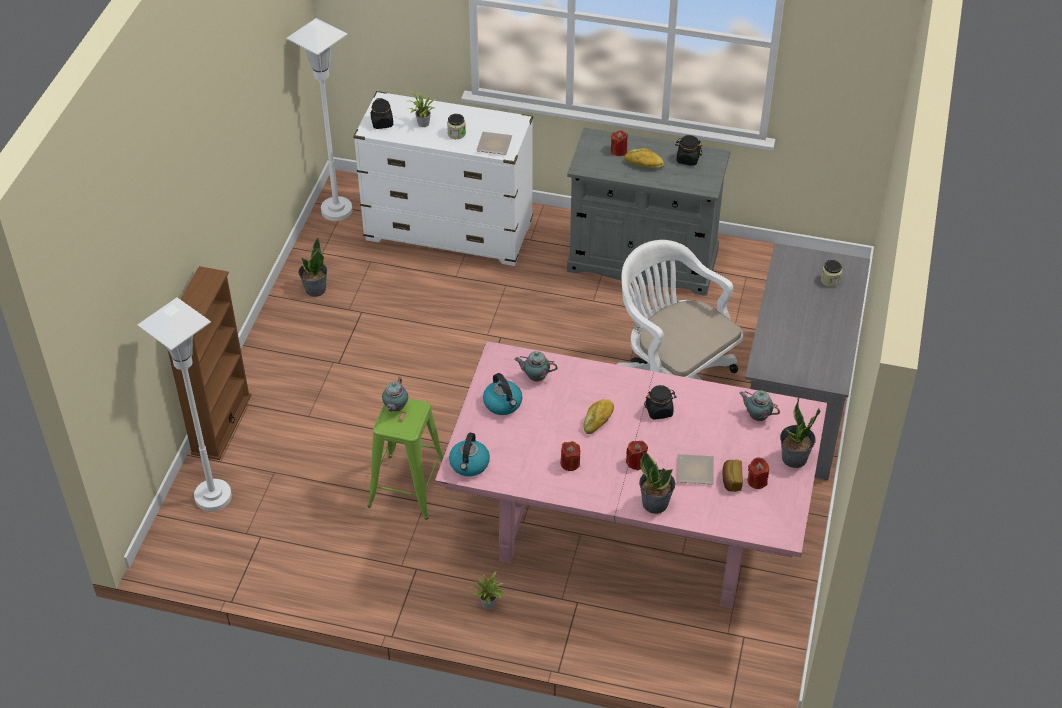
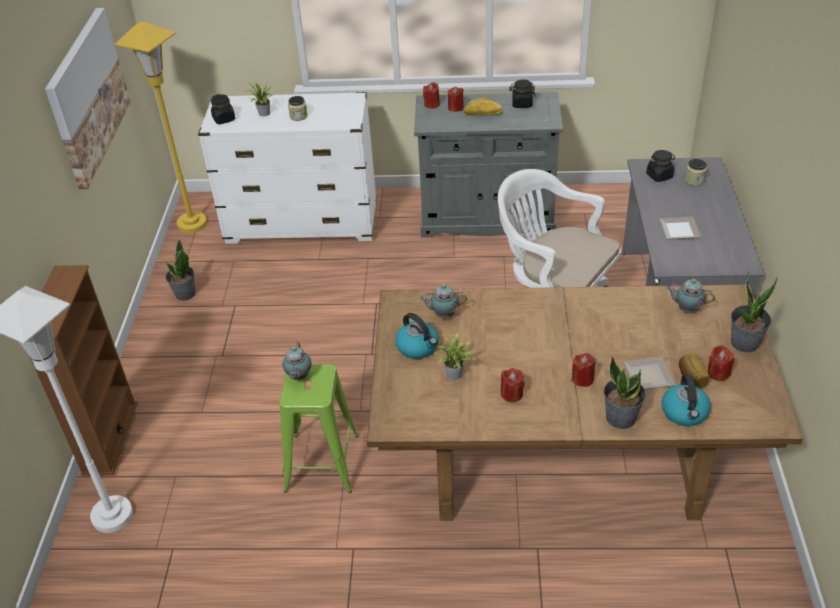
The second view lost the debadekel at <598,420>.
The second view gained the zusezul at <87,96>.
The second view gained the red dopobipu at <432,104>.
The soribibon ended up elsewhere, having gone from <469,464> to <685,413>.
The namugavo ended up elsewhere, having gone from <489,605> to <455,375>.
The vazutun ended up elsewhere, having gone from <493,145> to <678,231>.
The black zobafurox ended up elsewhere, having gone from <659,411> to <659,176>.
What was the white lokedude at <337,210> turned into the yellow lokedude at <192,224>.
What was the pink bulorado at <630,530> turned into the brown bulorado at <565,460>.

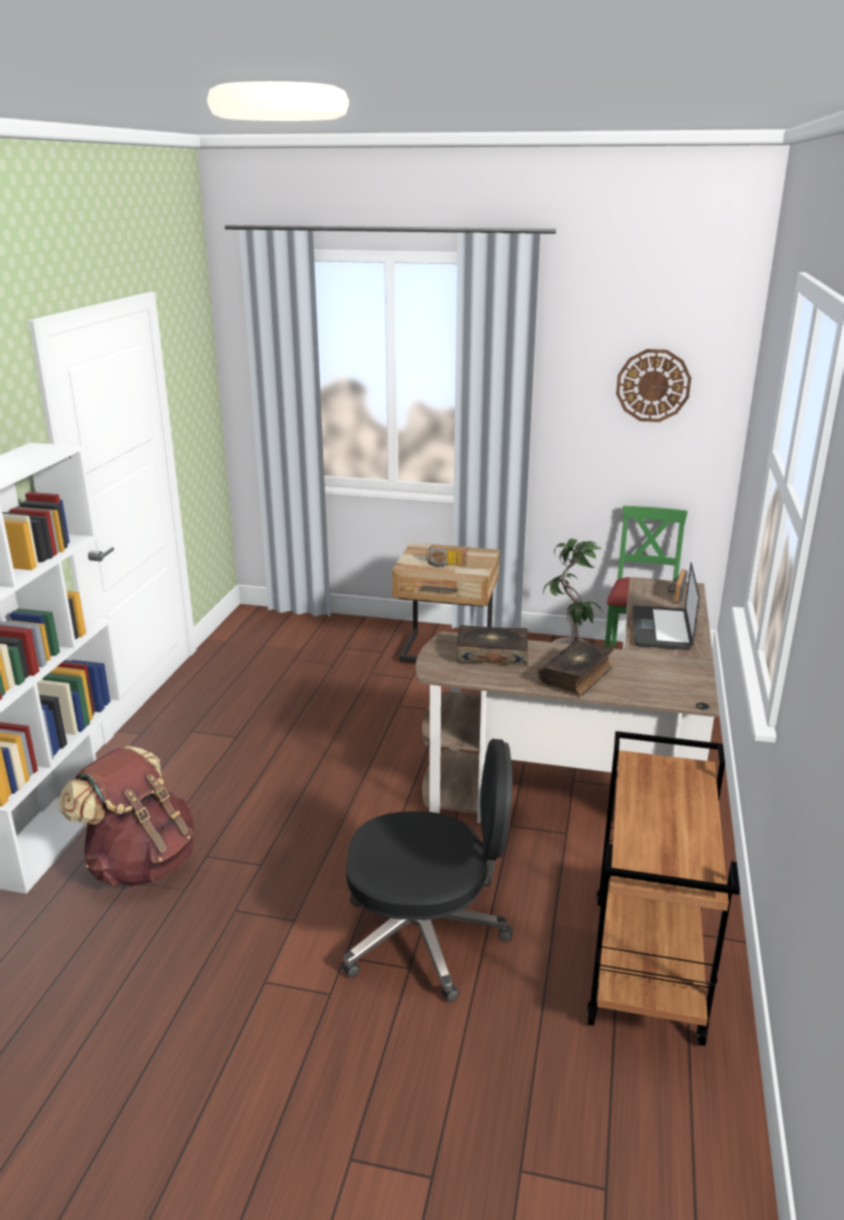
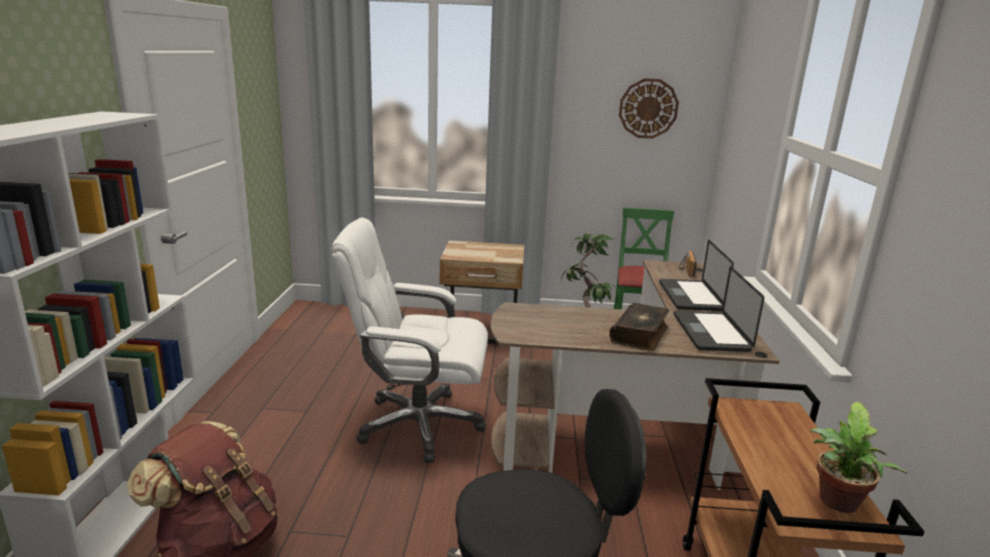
The second view lost the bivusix at <445,565>.
The second view lost the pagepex at <492,654>.
The second view gained the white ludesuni at <418,425>.
The second view gained the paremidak at <710,332>.
The second view gained the namugavo at <837,504>.

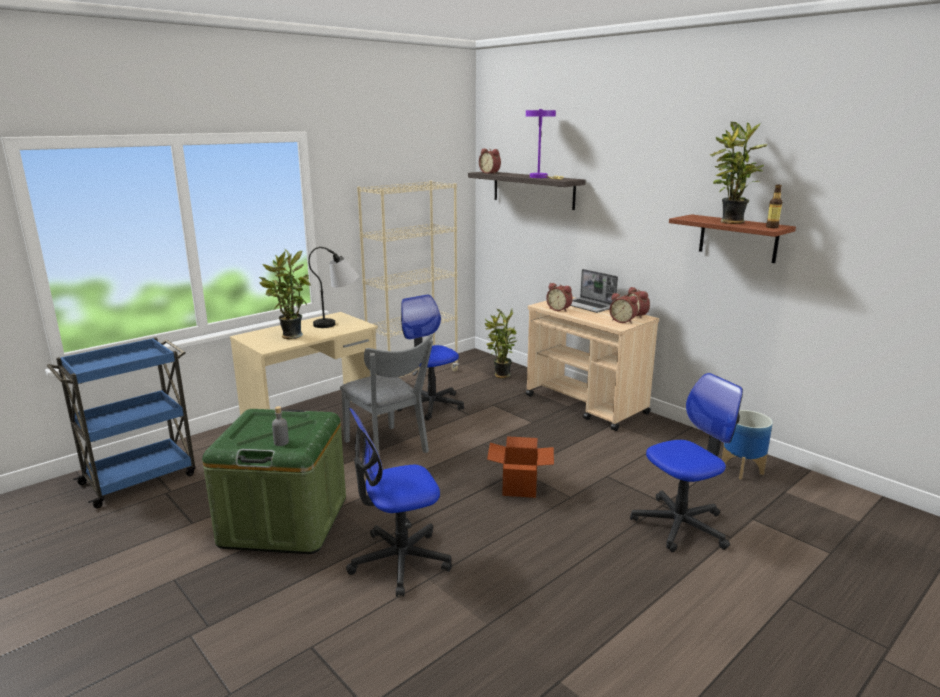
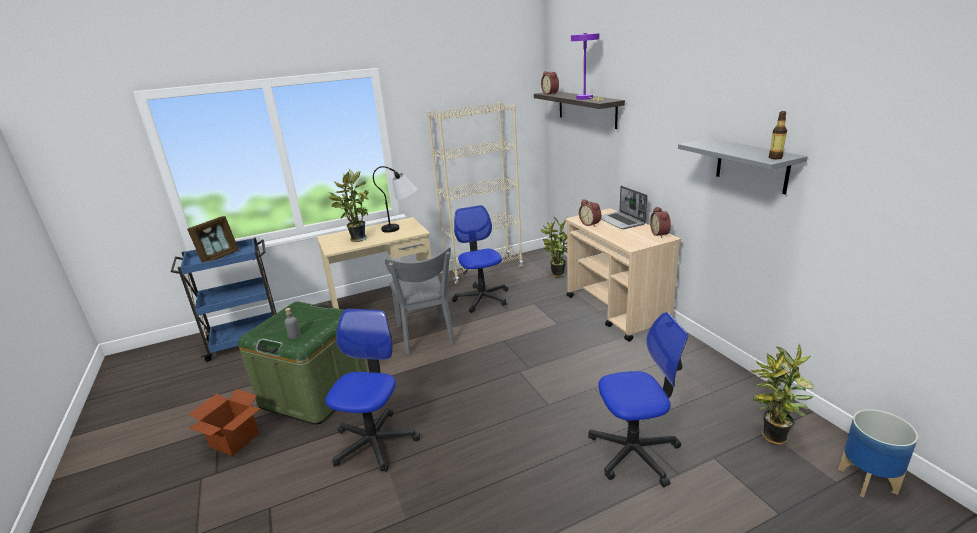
The second view lost the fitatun at <623,321>.
The second view gained the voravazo at <219,257>.
The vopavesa ended up elsewhere, having gone from <519,487> to <234,440>.
The namugavo ended up elsewhere, having gone from <730,222> to <772,438>.
The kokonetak ended up elsewhere, having gone from <741,470> to <866,481>.
What was the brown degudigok at <738,238> turned into the grey degudigok at <751,165>.
The ludesuni at <399,561> ended up facing another way, 105 degrees clockwise from before.

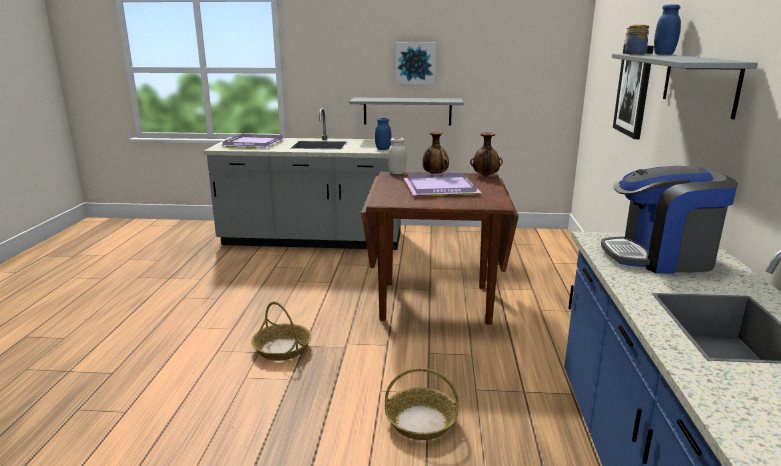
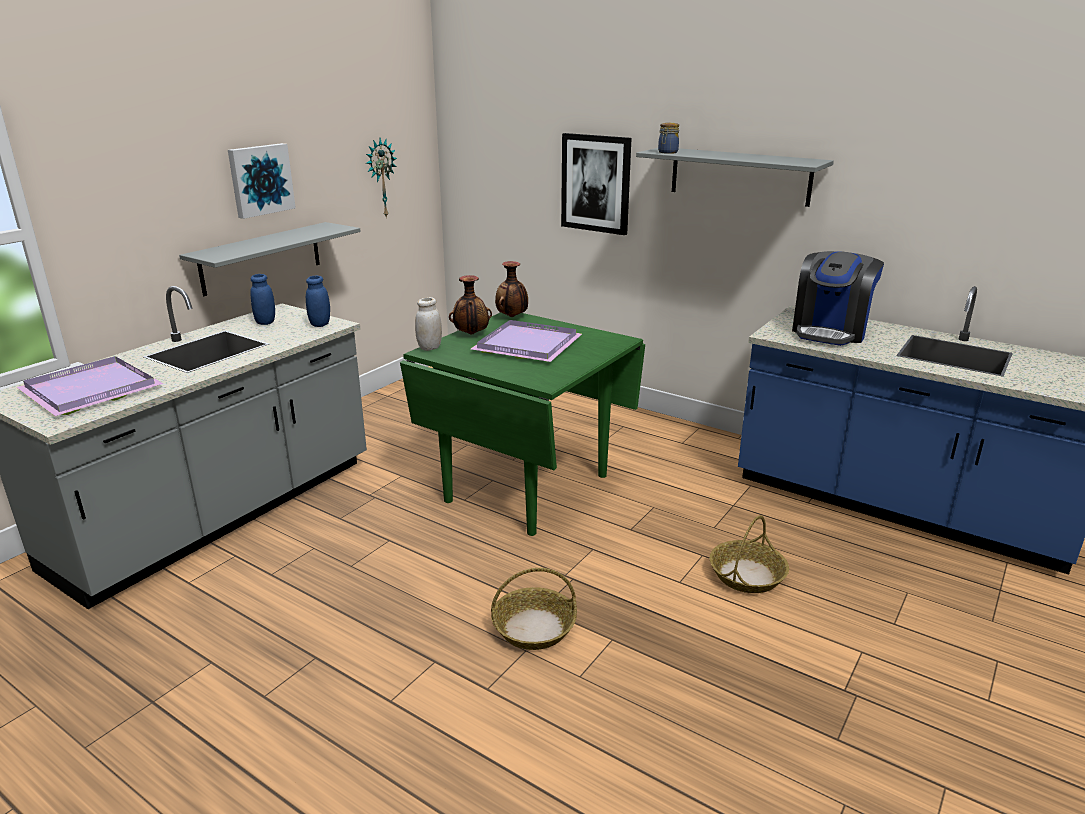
The second view gained the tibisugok at <380,178>.
The blue zobafurox ended up elsewhere, having gone from <664,54> to <265,322>.
What was the brown bulorado at <435,301> turned into the green bulorado at <526,487>.

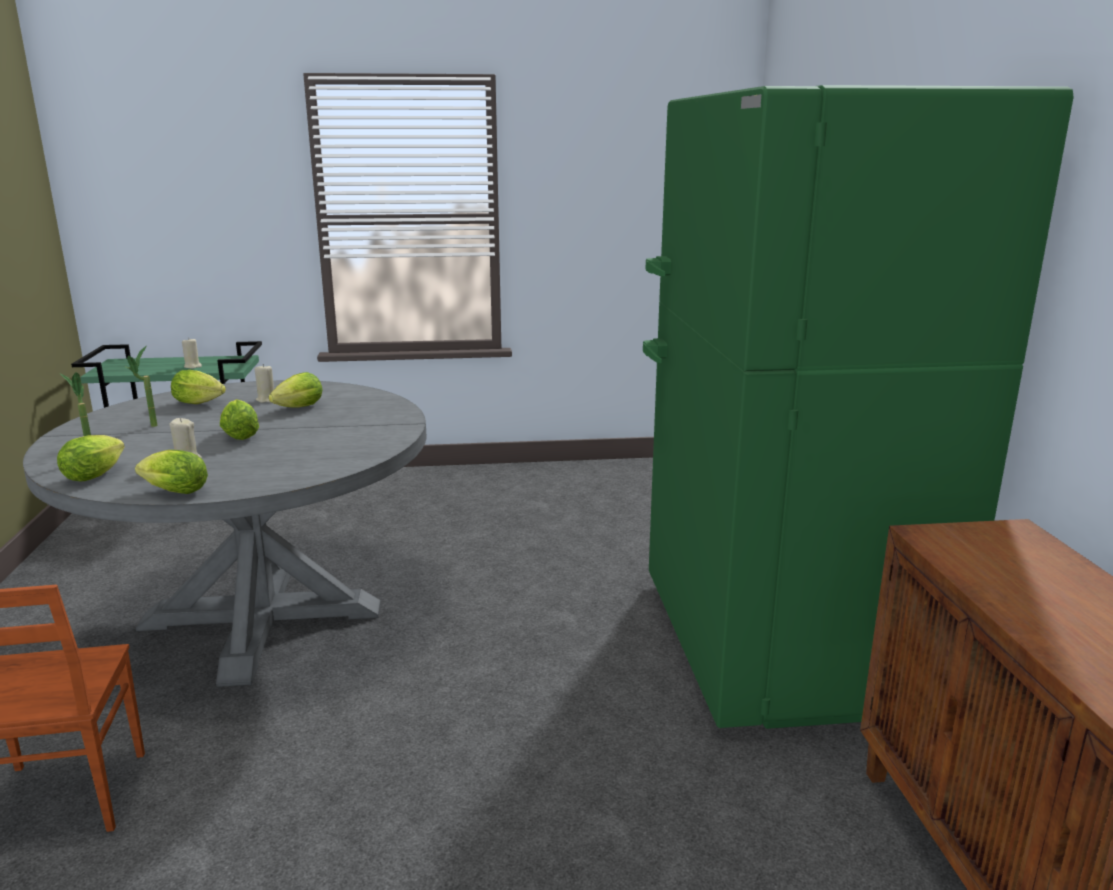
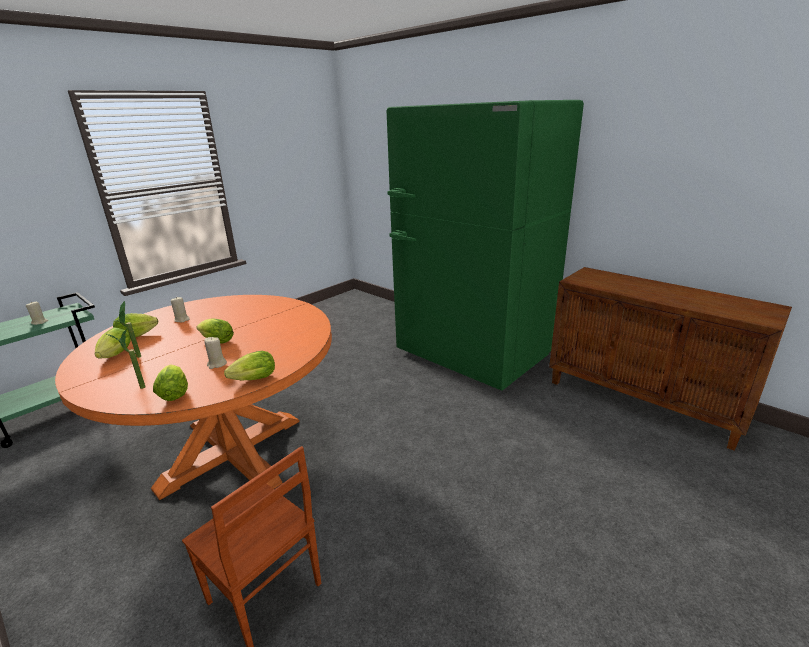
The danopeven ended up elsewhere, having gone from <296,408> to <114,356>.
What was the grey bulorado at <262,616> turned into the orange bulorado at <232,452>.

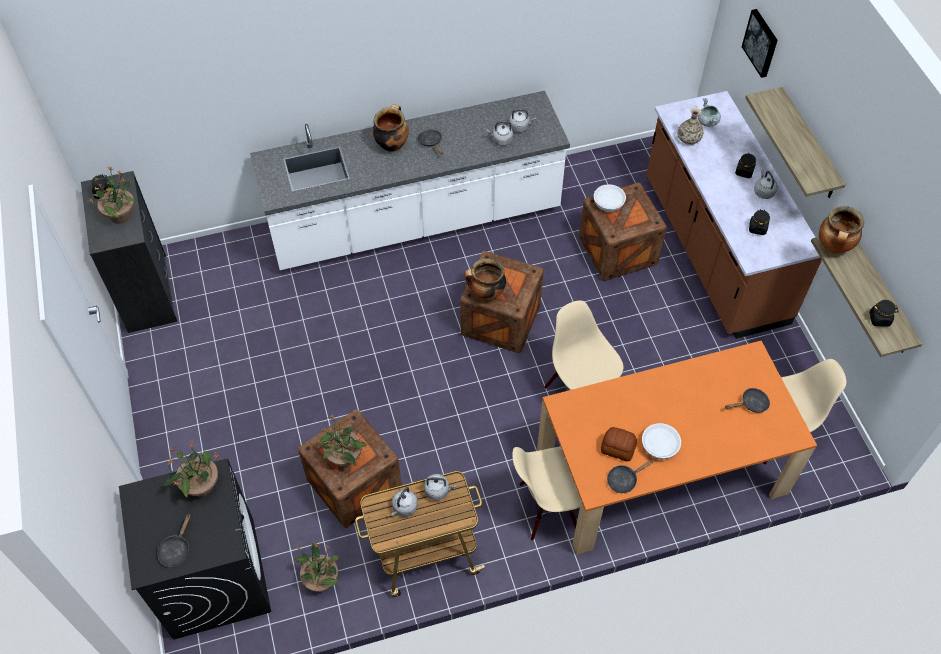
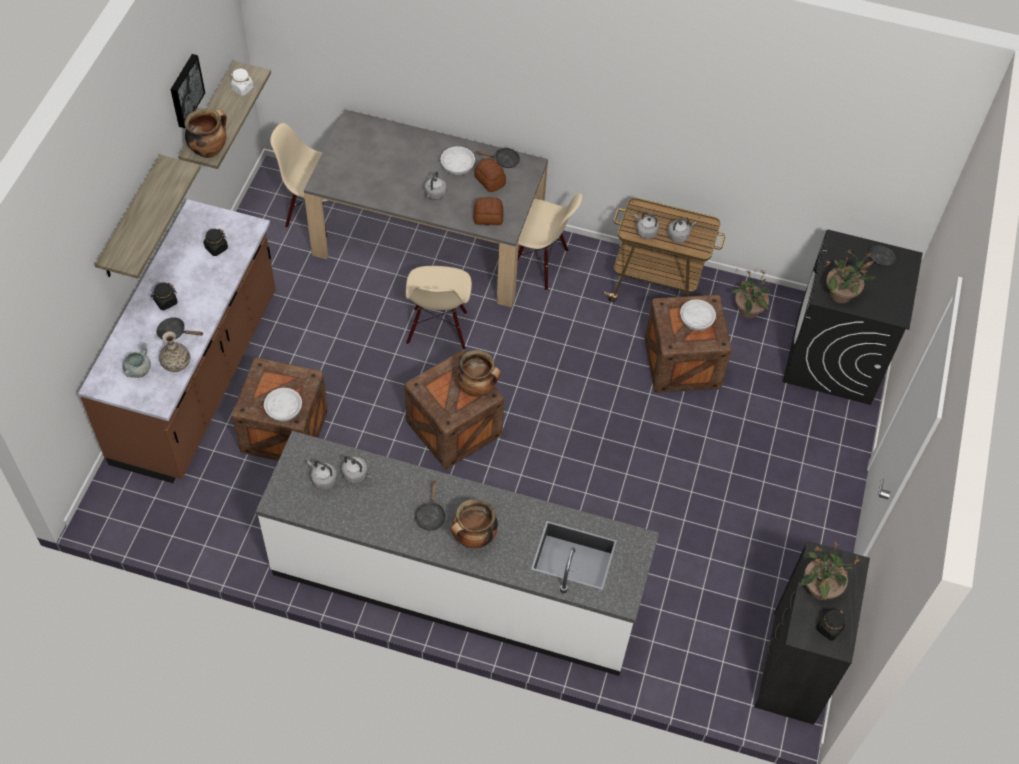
The second view gained the debadekel at <488,218>.
The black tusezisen ended up elsewhere, having gone from <751,404> to <175,333>.
The zusezul ended up elsewhere, having gone from <761,43> to <185,90>.
The grey soribibon ended up elsewhere, having gone from <763,191> to <434,194>.
Where the namugavo stood at <344,457>, the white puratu came to stand at <696,320>.
What was the orange bulorado at <660,470> turned into the grey bulorado at <428,240>.
What was the black zobafurox at <879,319> turned into the white zobafurox at <242,89>.

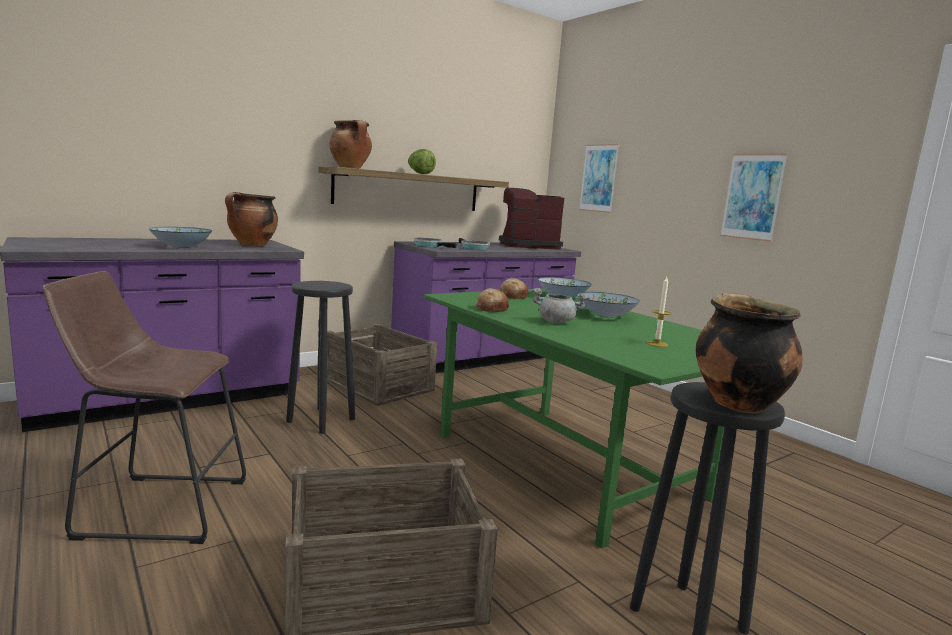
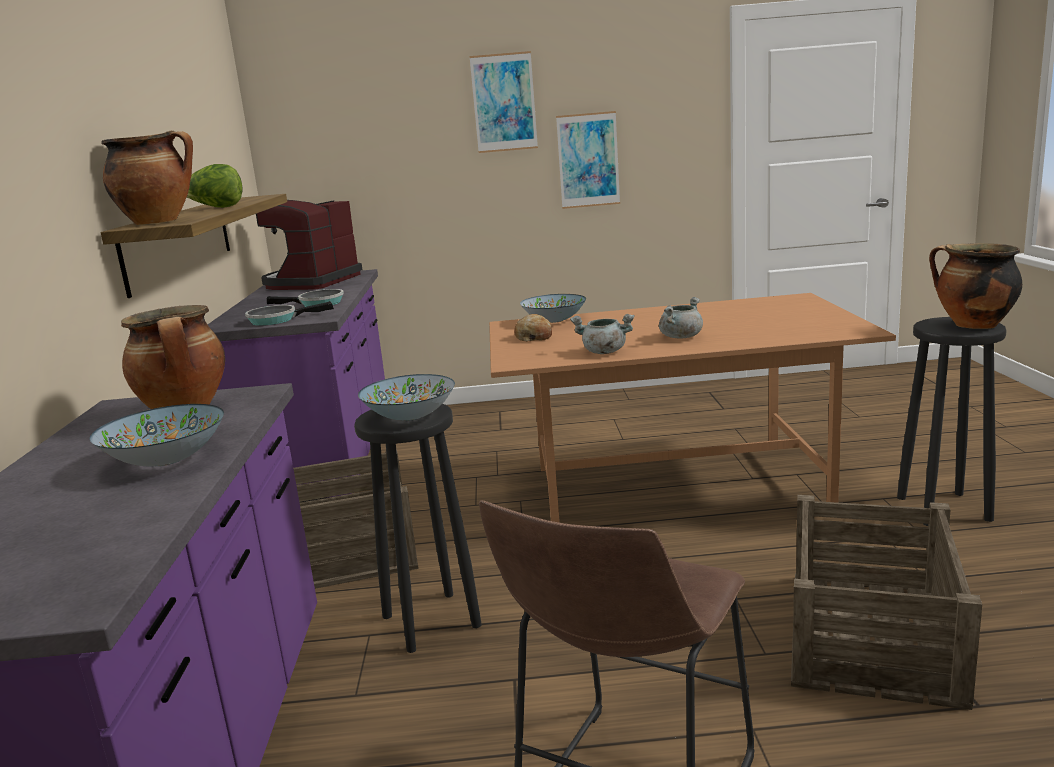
The second view lost the dopobipu at <657,344>.
The puratu ended up elsewhere, having gone from <605,316> to <410,416>.
The zusezul ended up elsewhere, having gone from <599,178> to <504,102>.
Where the debadekel stood at <491,309>, the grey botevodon came to stand at <603,352>.
What was the green bulorado at <564,464> turned into the brown bulorado at <673,489>.

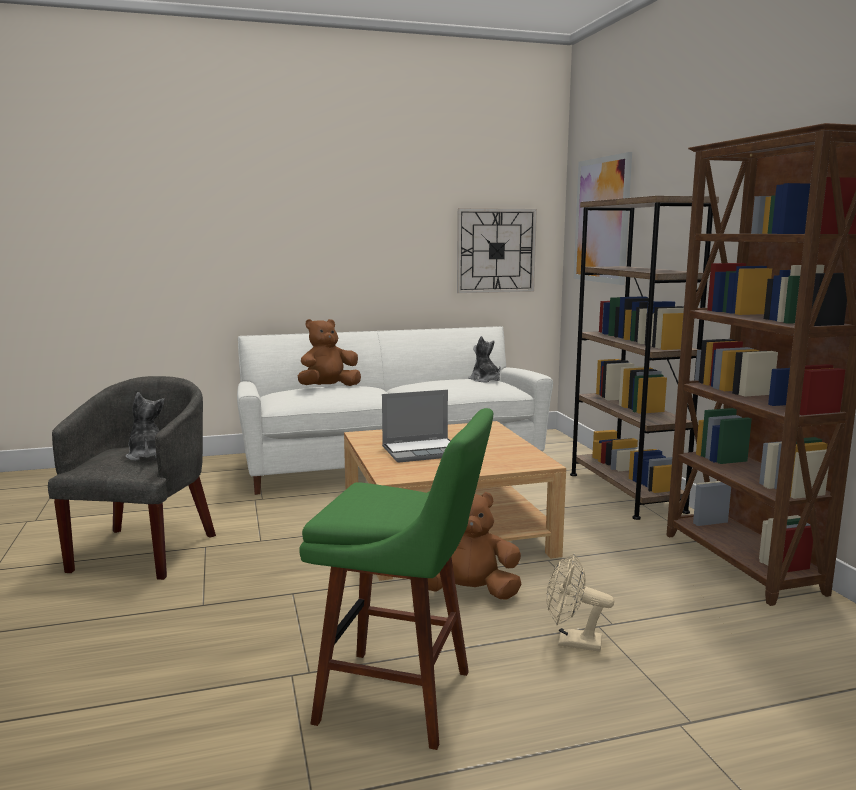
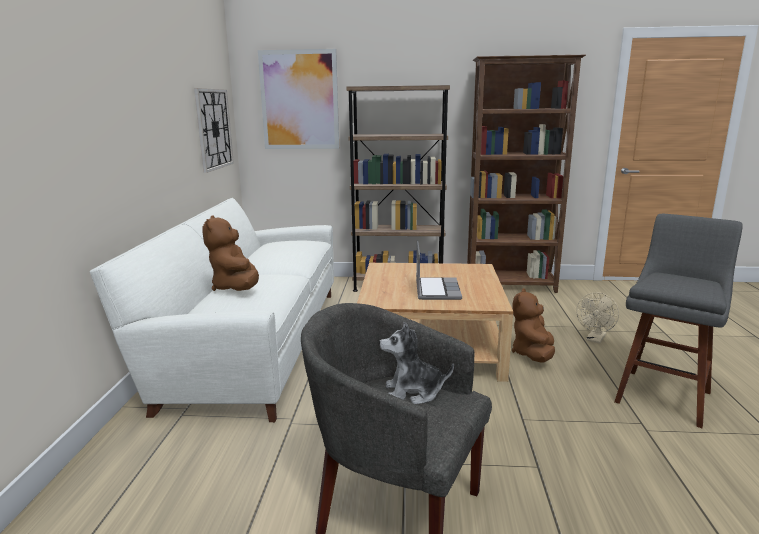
The second view lost the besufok at <485,380>.
What was the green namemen at <403,698> turned into the grey namemen at <664,394>.

